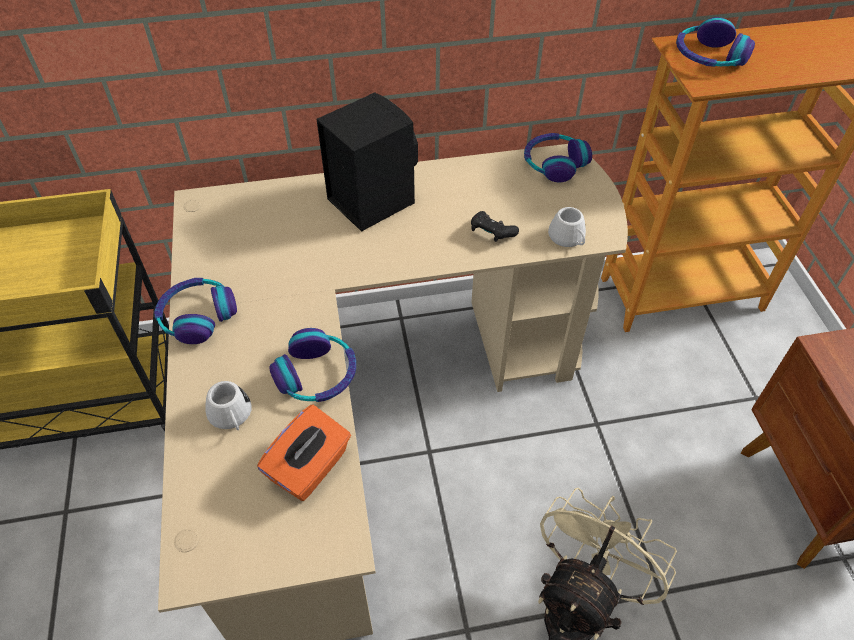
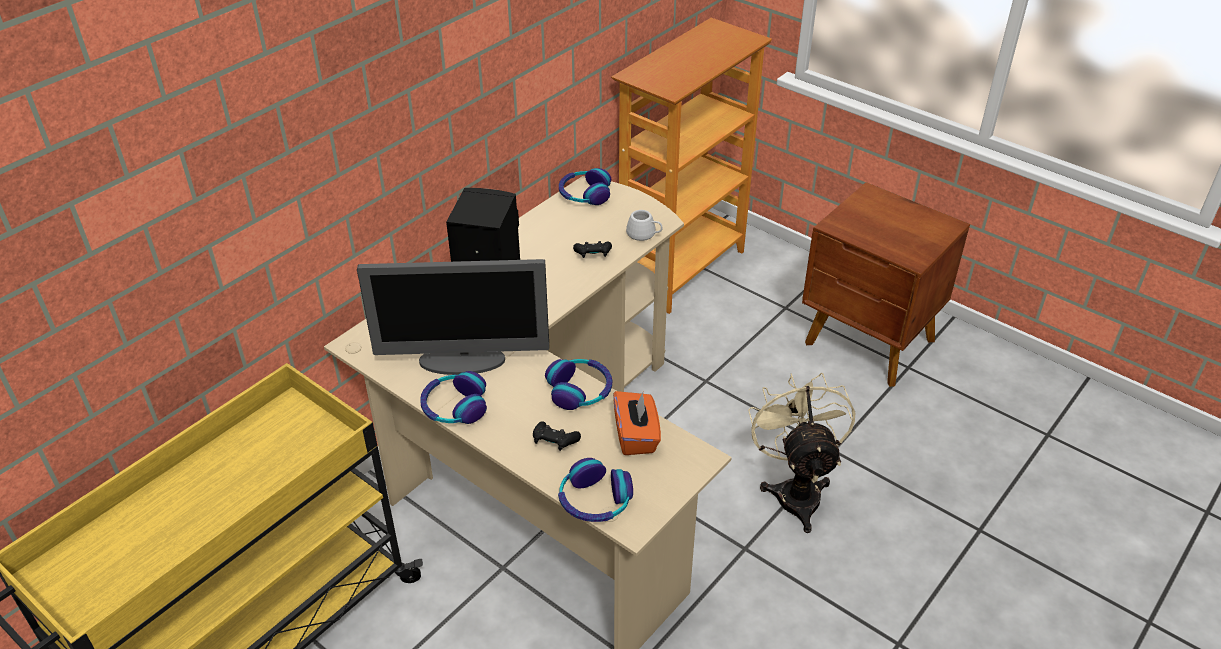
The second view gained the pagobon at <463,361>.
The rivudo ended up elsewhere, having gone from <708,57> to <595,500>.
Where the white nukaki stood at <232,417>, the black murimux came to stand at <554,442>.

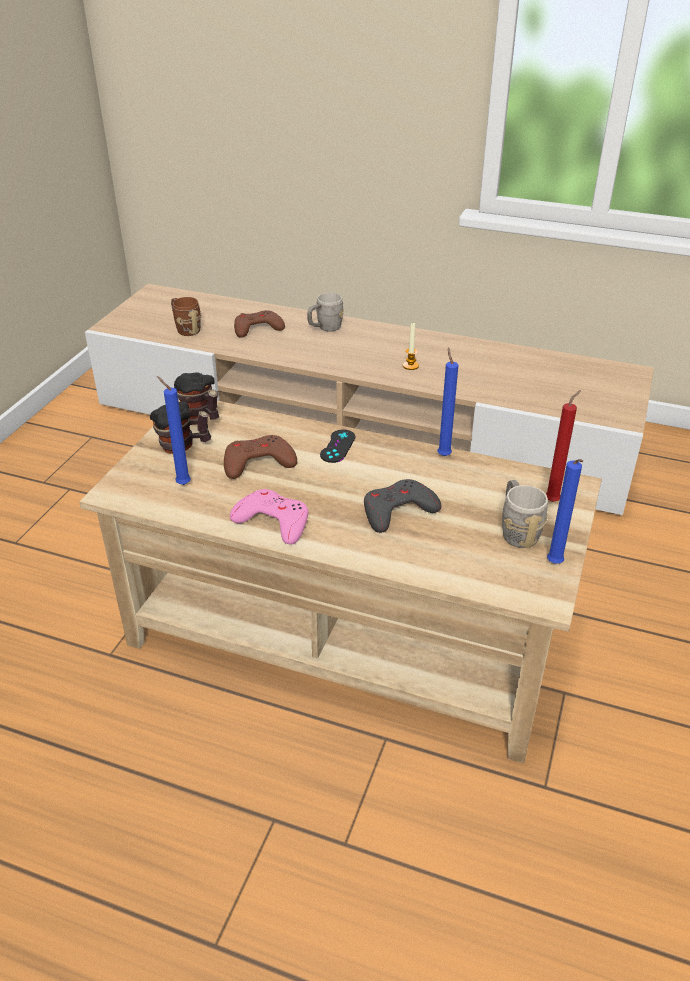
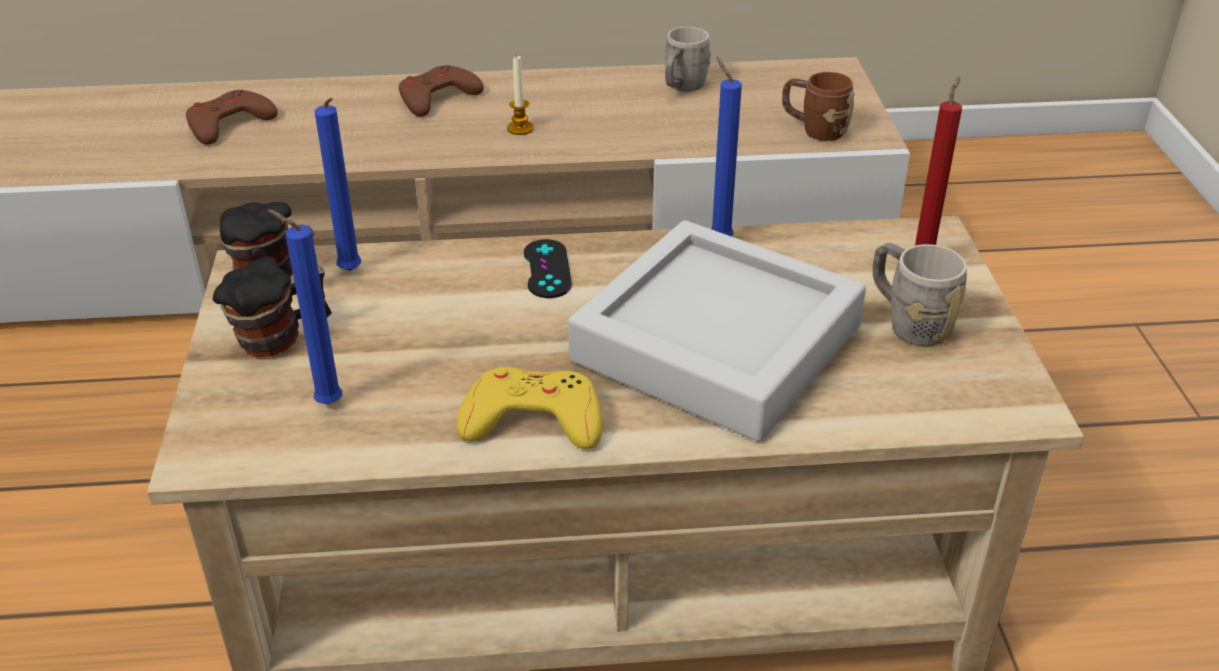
The brown nukaki ended up elsewhere, having gone from <186,329> to <814,130>.
The brown murimux ended up elsewhere, having gone from <258,462> to <437,98>.
The grey nukaki ended up elsewhere, having gone from <325,328> to <682,87>.
The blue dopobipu ended up elsewhere, having gone from <555,565> to <351,273>.
Where the grey murimux stood at <397,511>, the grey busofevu came to stand at <717,343>.
What was the pink murimux at <273,521> turned into the yellow murimux at <532,419>.

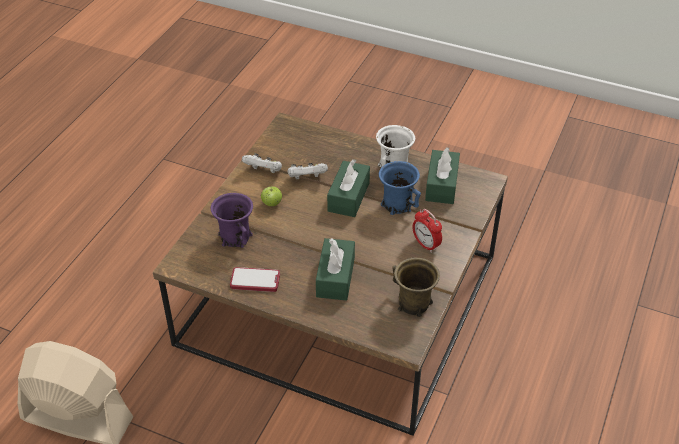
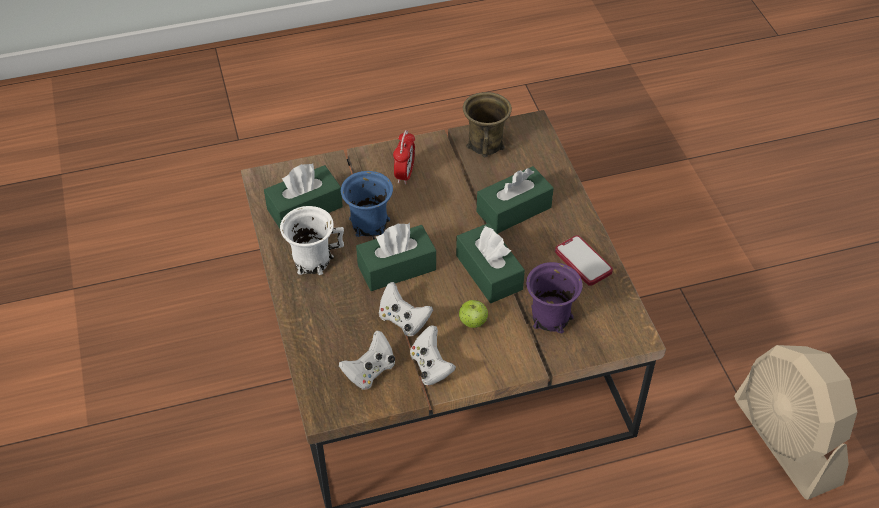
The second view gained the white murimux at <370,371>.
The second view gained the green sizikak at <489,272>.

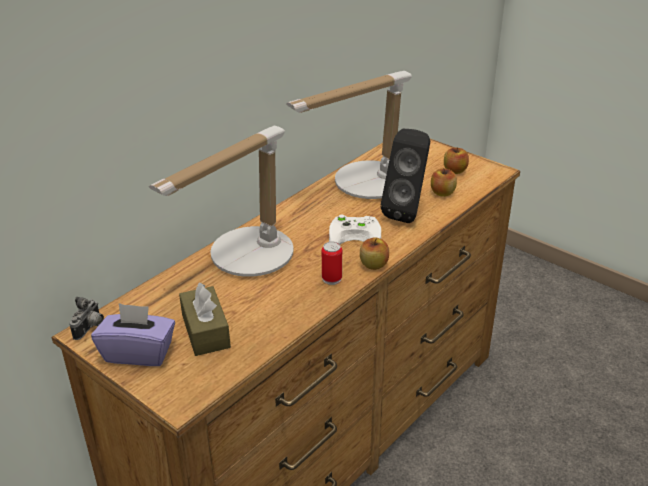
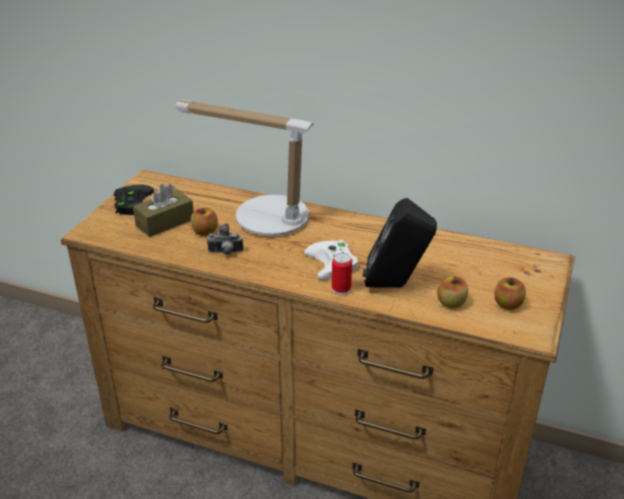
The second view lost the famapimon at <362,186>.
The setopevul ended up elsewhere, having gone from <90,328> to <225,253>.
The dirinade ended up elsewhere, having gone from <332,279> to <341,289>.
The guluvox ended up elsewhere, having gone from <373,264> to <205,232>.
Where the purple sizikak stood at <139,352>, the black murimux came to stand at <133,203>.

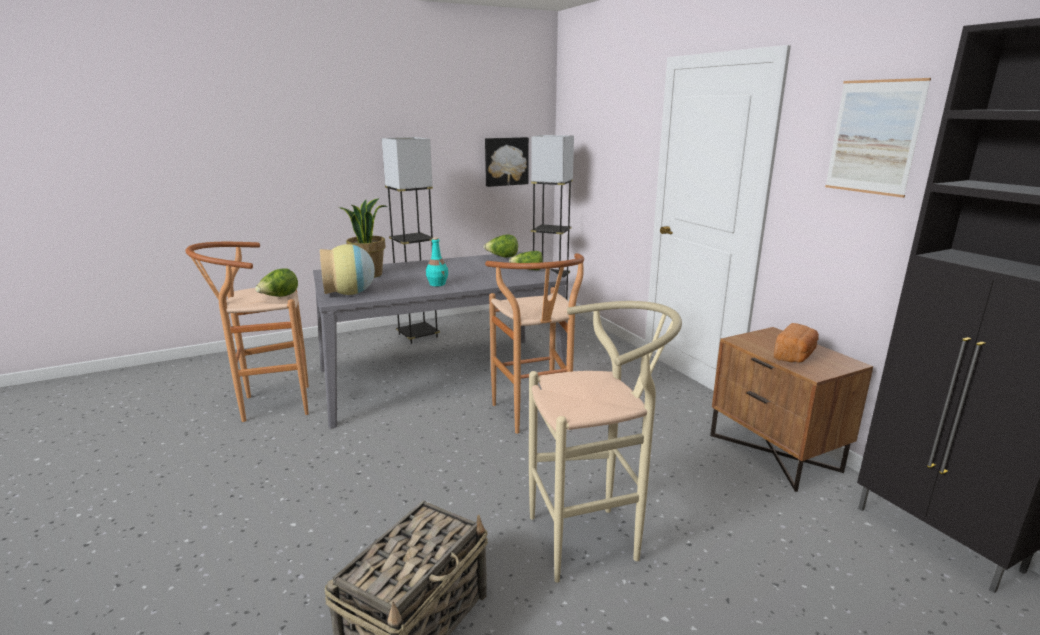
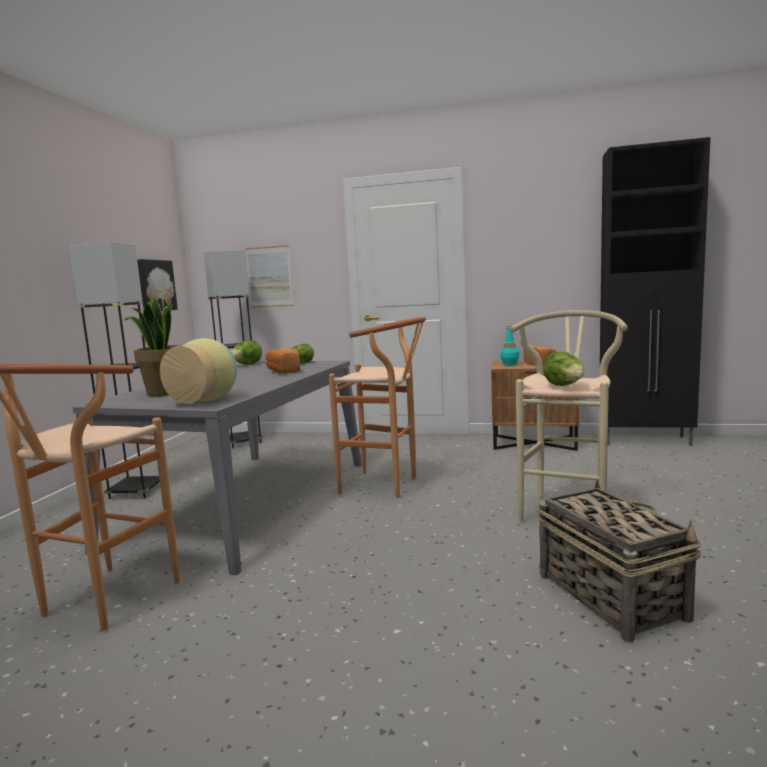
The second view gained the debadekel at <282,371>.
The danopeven ended up elsewhere, having gone from <279,297> to <564,386>.
The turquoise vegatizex ended up elsewhere, having gone from <437,284> to <509,365>.
The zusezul ended up elsewhere, having gone from <873,137> to <269,277>.

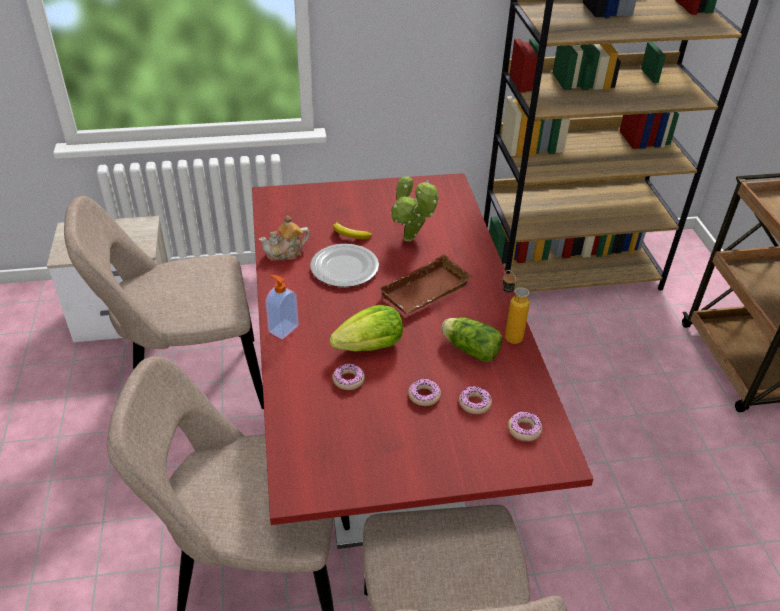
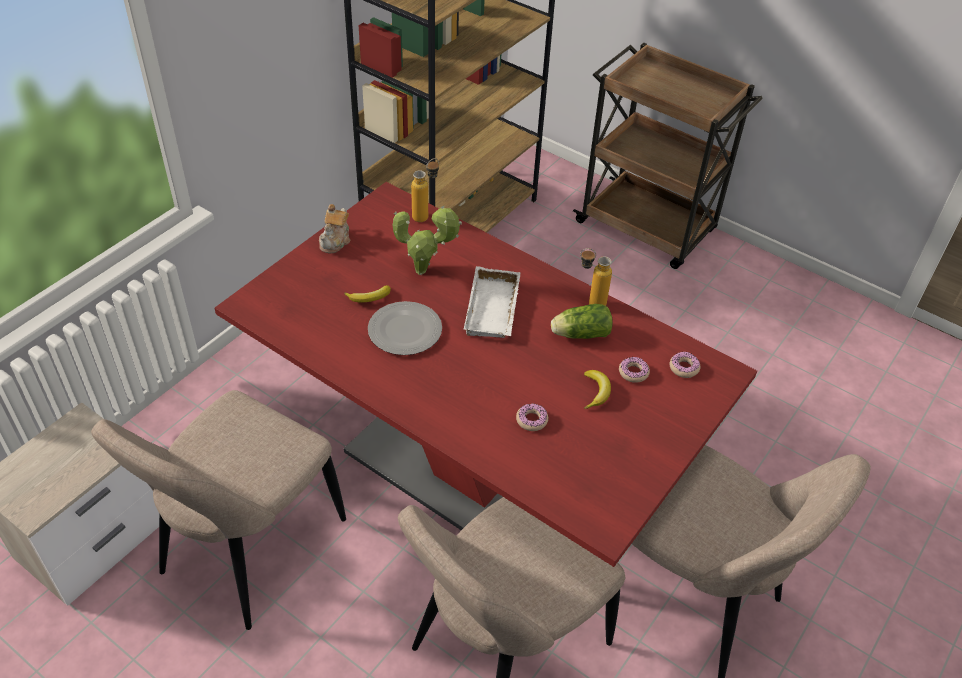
The second view lost the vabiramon at <283,328>.
The second view lost the danopeven at <370,347>.
The second view gained the vegatizex at <426,215>.
The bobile ended up elsewhere, having gone from <286,252> to <336,241>.
Where the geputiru stood at <424,395>, the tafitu came to stand at <596,392>.
What was the brown busofevu at <426,293> turned into the white busofevu at <494,310>.

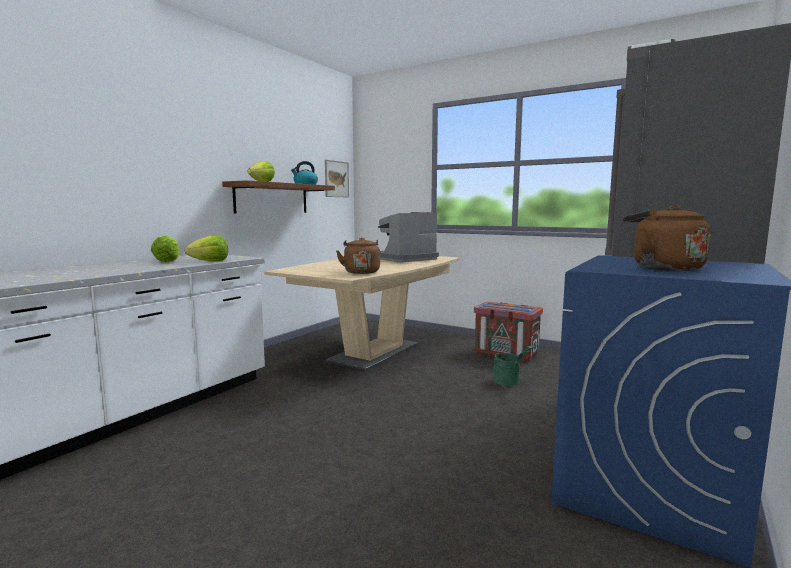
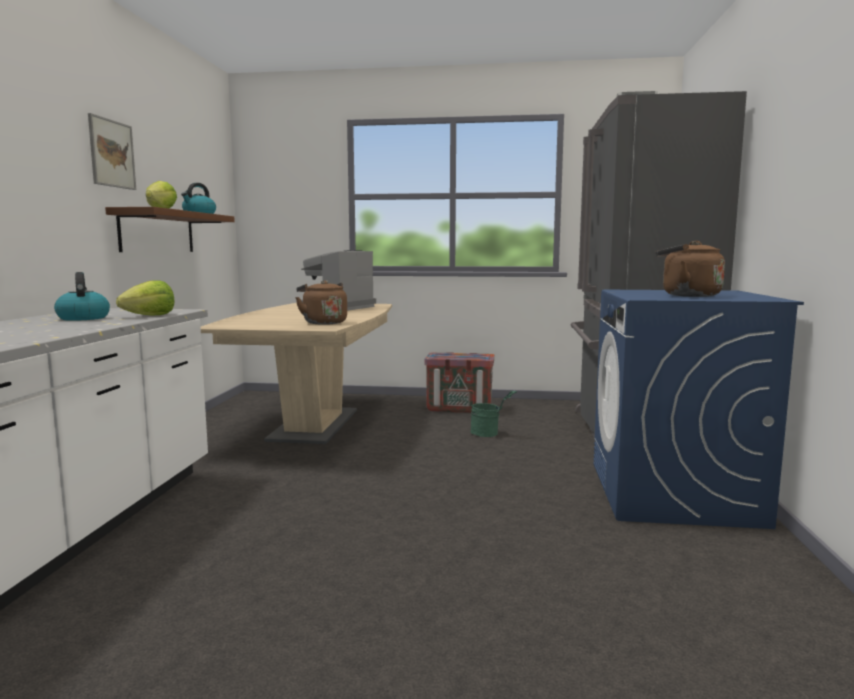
The zusezul ended up elsewhere, having gone from <336,179> to <112,153>.
Where the danopeven stood at <168,261>, the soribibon came to stand at <83,318>.

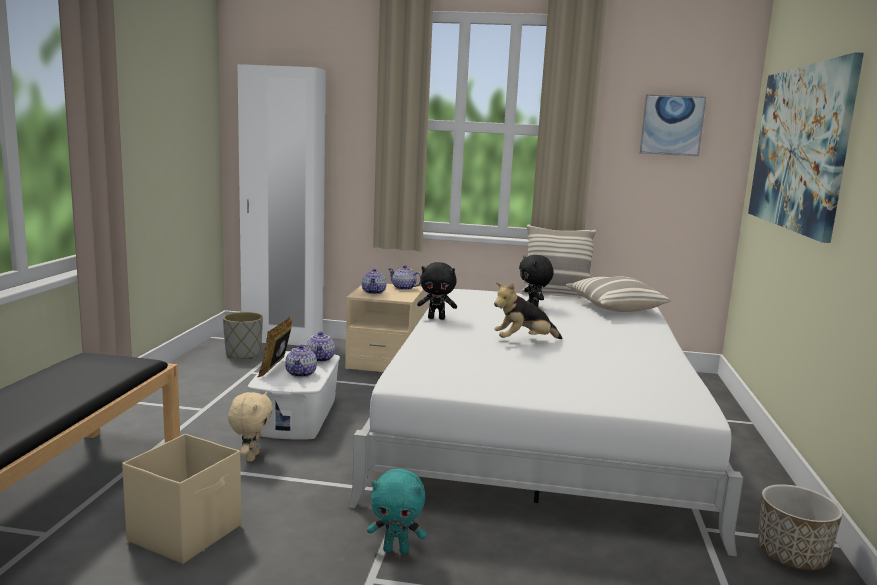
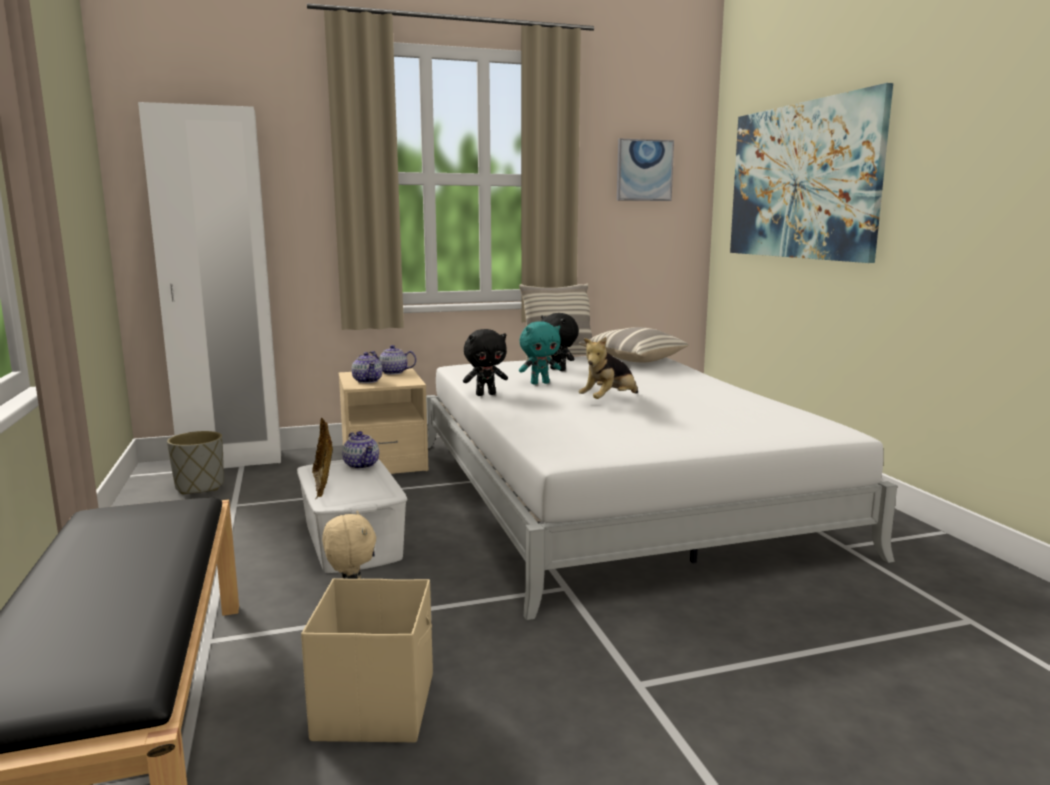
The second view lost the bobile at <301,373>.
The second view lost the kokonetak at <791,556>.
The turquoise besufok ended up elsewhere, having gone from <396,550> to <540,383>.

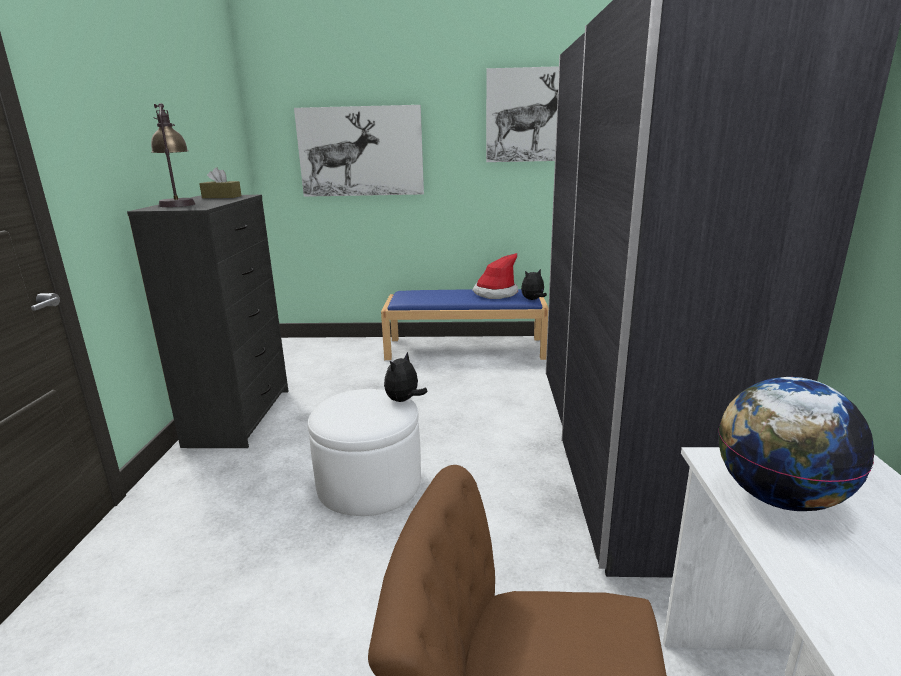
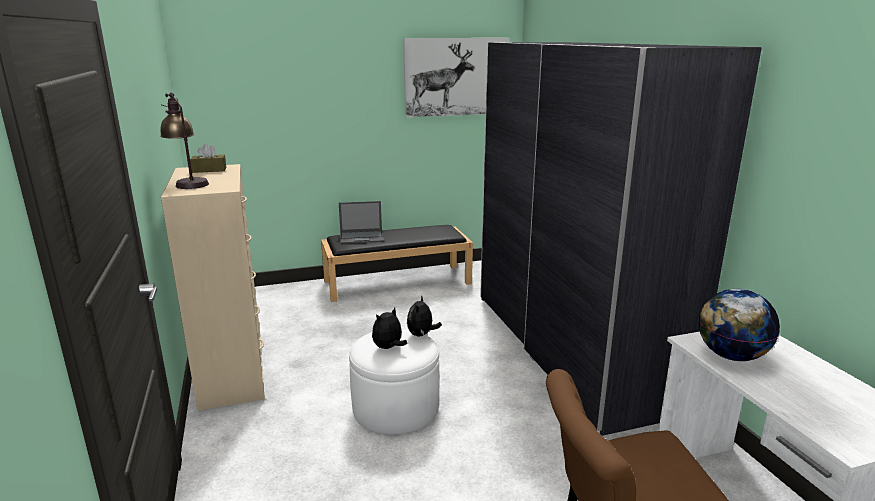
The second view lost the zusezul at <361,151>.
The second view lost the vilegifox at <495,293>.
The second view gained the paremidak at <362,237>.
The besufok ended up elsewhere, having gone from <533,300> to <388,348>.
What was the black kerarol at <240,416> turned into the beige kerarol at <232,373>.
What was the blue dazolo at <466,348> turned into the black dazolo at <398,282>.

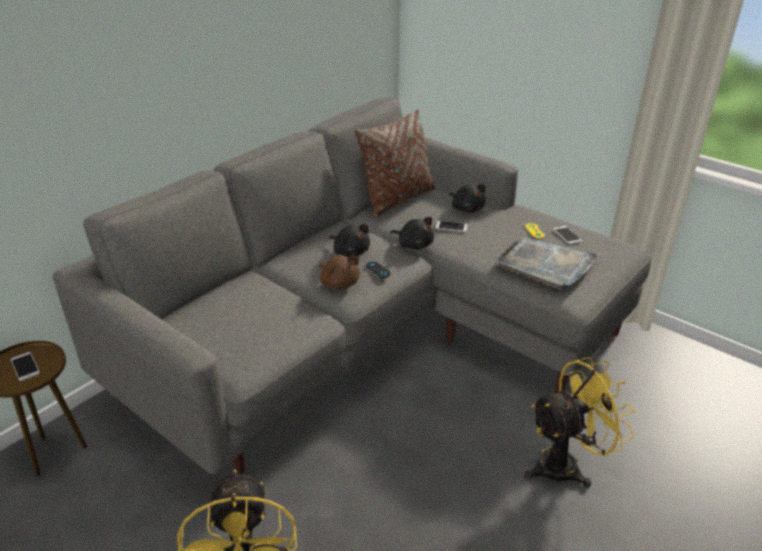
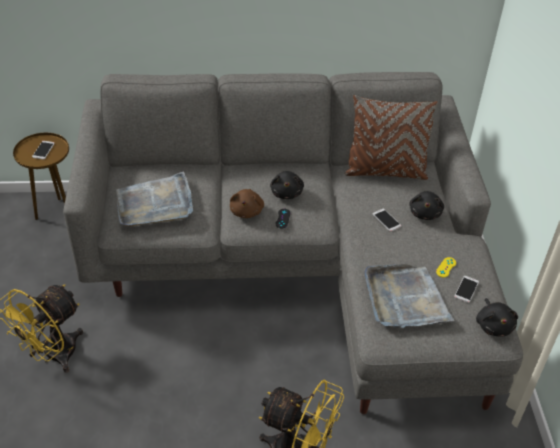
The second view gained the grey busofevu at <155,204>.
The black besufok ended up elsewhere, having gone from <414,244> to <494,325>.

